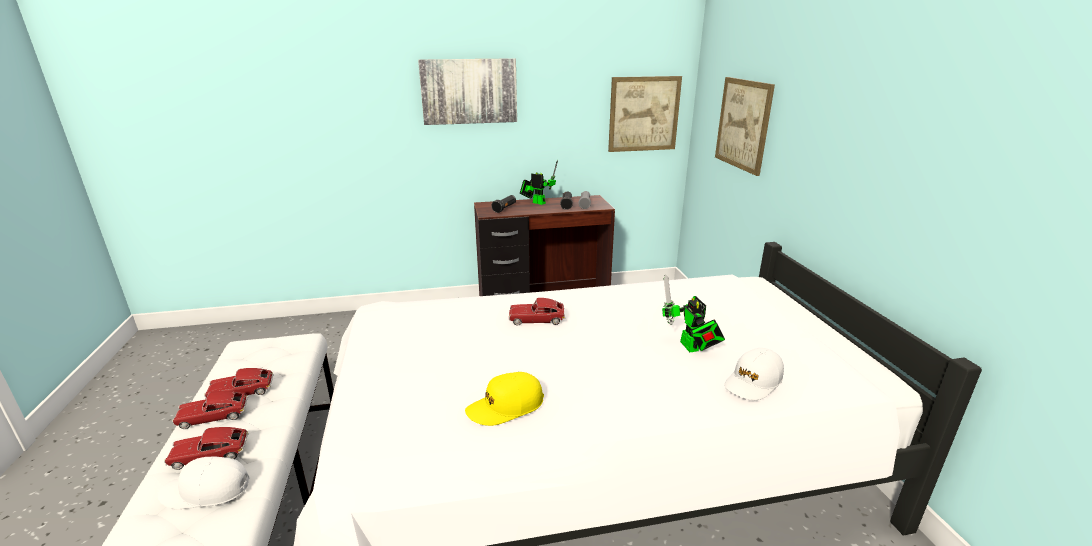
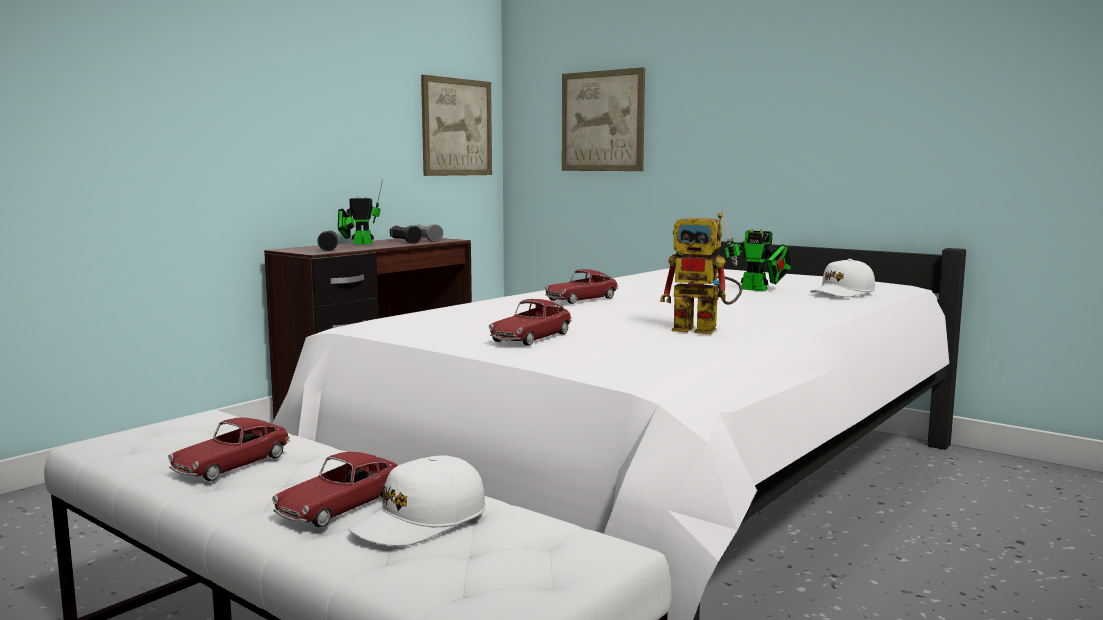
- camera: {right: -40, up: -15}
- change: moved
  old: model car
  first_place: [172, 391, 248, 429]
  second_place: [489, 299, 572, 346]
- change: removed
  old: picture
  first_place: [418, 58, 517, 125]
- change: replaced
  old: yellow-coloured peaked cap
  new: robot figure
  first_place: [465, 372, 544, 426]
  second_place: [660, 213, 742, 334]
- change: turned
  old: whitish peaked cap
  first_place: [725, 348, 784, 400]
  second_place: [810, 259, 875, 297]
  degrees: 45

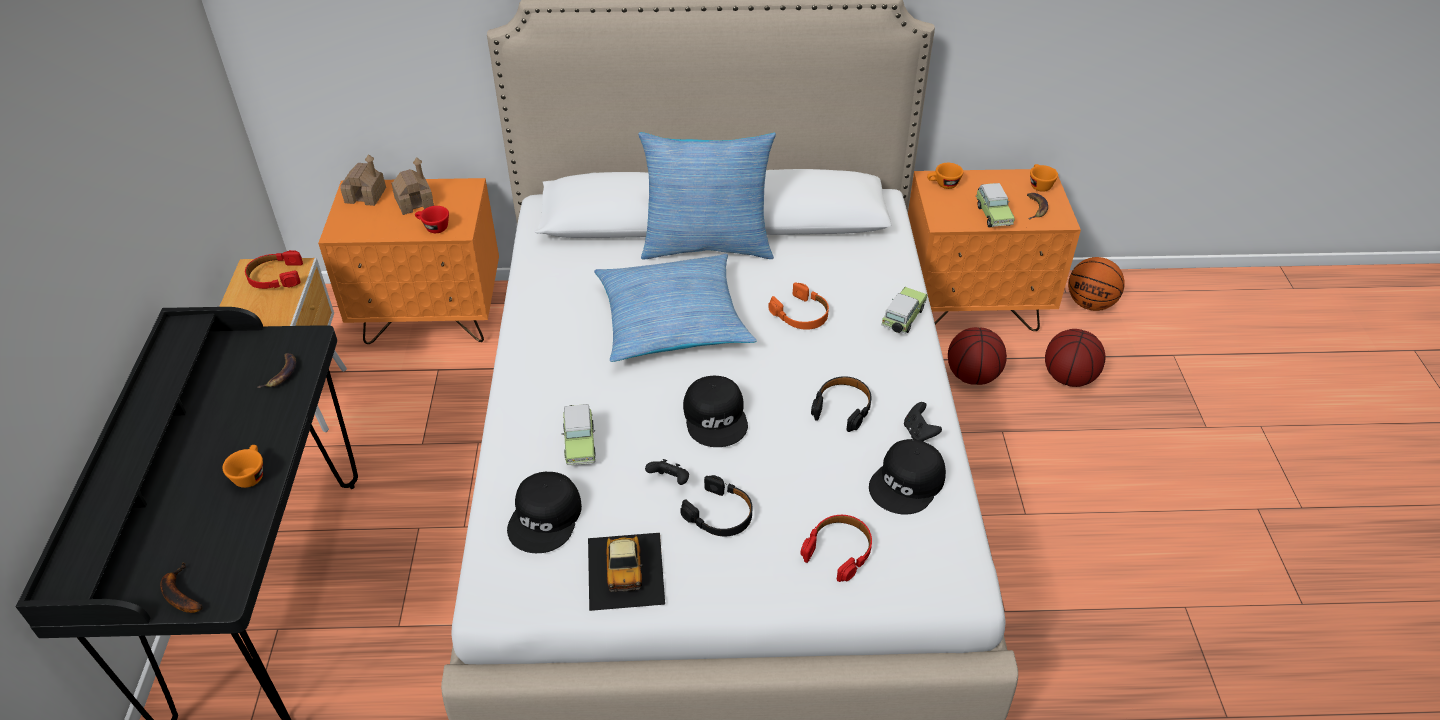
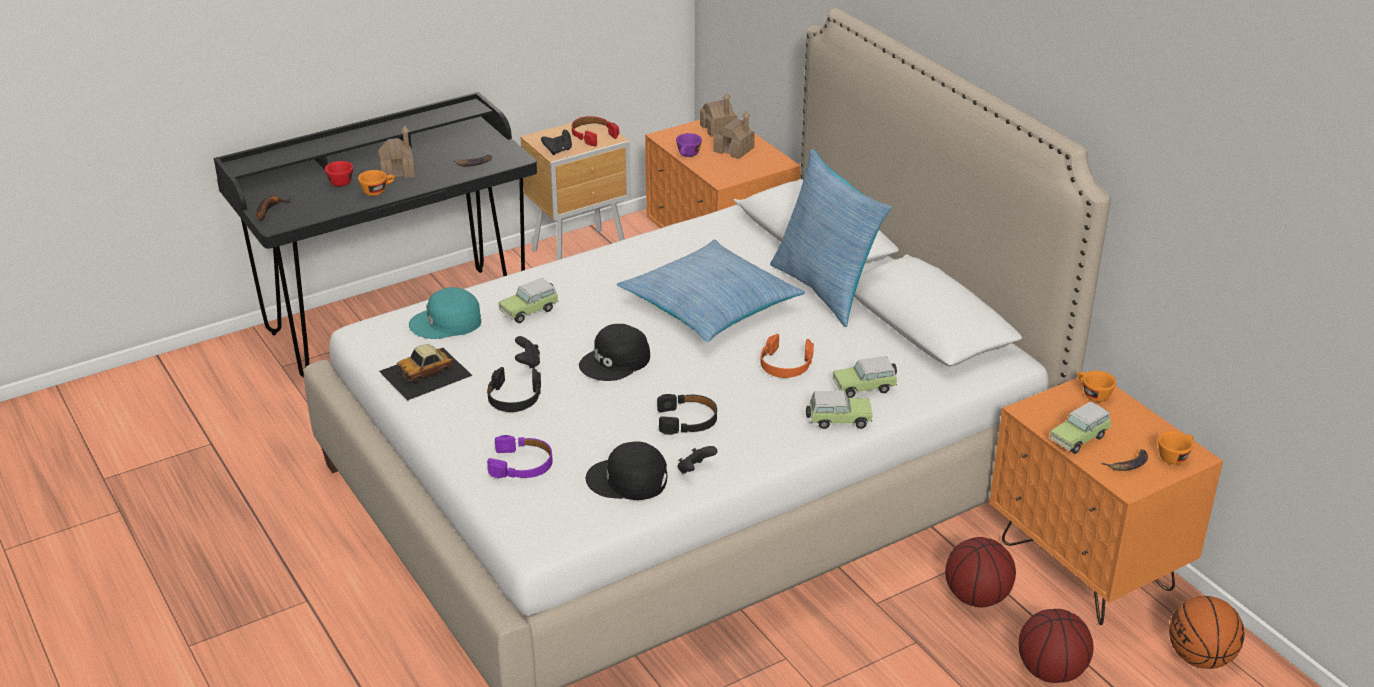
- camera: {right: 60, up: -10}
- change: moved
  old: reddish small cup
  first_place: [415, 206, 449, 233]
  second_place: [325, 161, 353, 187]
- change: recoloured
  old: black peaked cap
  new: turquoise peaked cap
  first_place: [507, 472, 582, 553]
  second_place: [409, 287, 481, 339]
- change: recoloured
  old: reddish headset
  new: purplish headset
  first_place: [801, 515, 872, 582]
  second_place: [487, 435, 553, 478]
- change: added
  new: model house
  second_place: [378, 126, 415, 180]
- change: added
  new: black gamepad
  second_place: [541, 129, 572, 155]
- change: added
  new: purplish small cup
  second_place: [676, 133, 702, 157]
- change: added
  new: model car
  second_place: [833, 356, 897, 398]

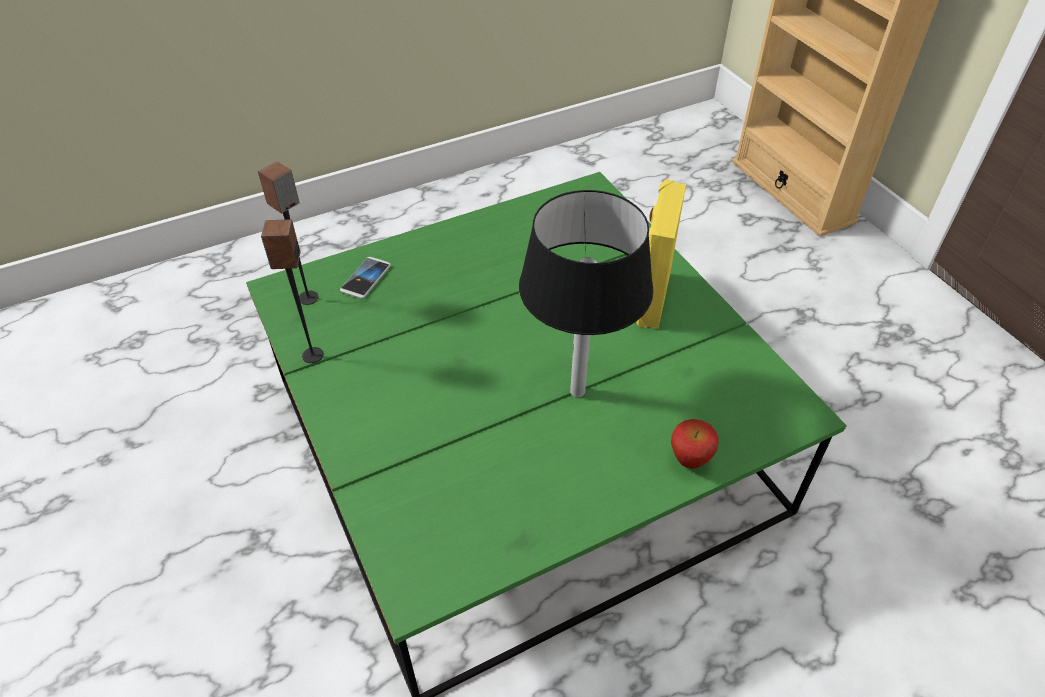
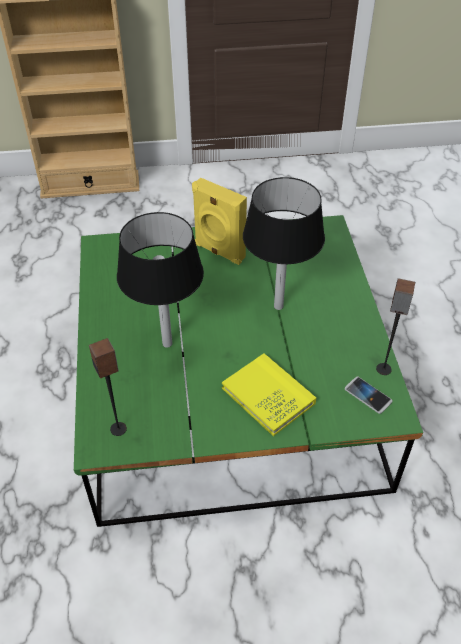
- camera: {right: -70, up: 0}
- change: moved
  old: loudspeaker
  first_place: [261, 219, 324, 363]
  second_place: [376, 278, 415, 375]
- change: moved
  old: phone
  first_place: [340, 257, 391, 299]
  second_place: [345, 376, 392, 414]
- change: removed
  old: apple
  first_place: [671, 419, 719, 469]
- change: added
  new: black lamp for a table
  second_place: [117, 212, 204, 348]
- change: added
  new: yellow-coloured bound book
  second_place: [222, 353, 316, 436]

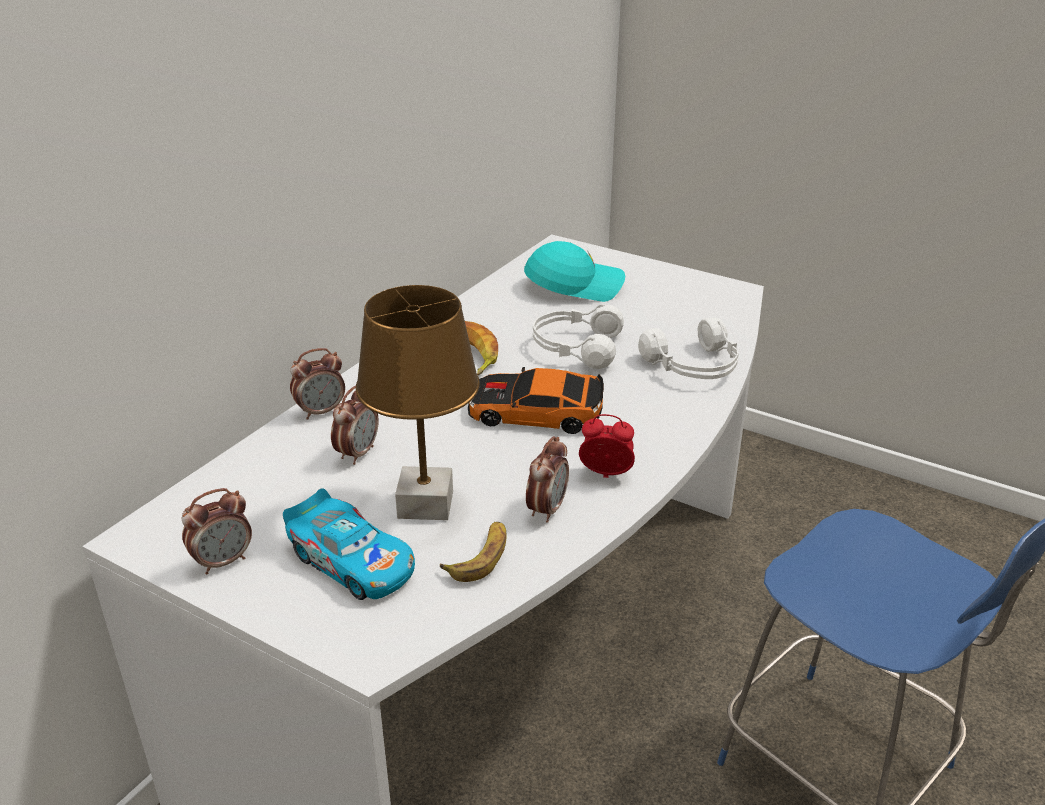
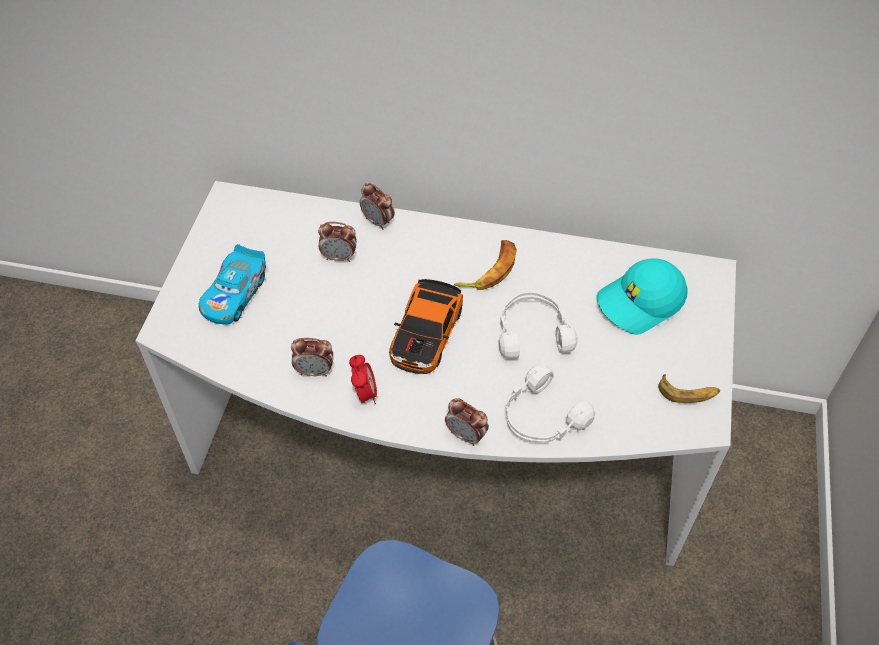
- camera: {right: 70, up: 20}
- change: moved
  old: table clock
  first_place: [182, 488, 252, 574]
  second_place: [445, 398, 489, 446]
- change: removed
  old: brownish lamp for a table
  first_place: [356, 285, 480, 520]
- change: moved
  old: banana fruit
  first_place: [440, 522, 506, 582]
  second_place: [658, 374, 720, 403]
- change: turned
  old: model car
  first_place: [468, 367, 604, 434]
  second_place: [389, 279, 463, 374]
  degrees: -150
- change: turned
  old: turquoise peaked cap
  first_place: [524, 241, 625, 302]
  second_place: [596, 259, 688, 335]
  degrees: 90

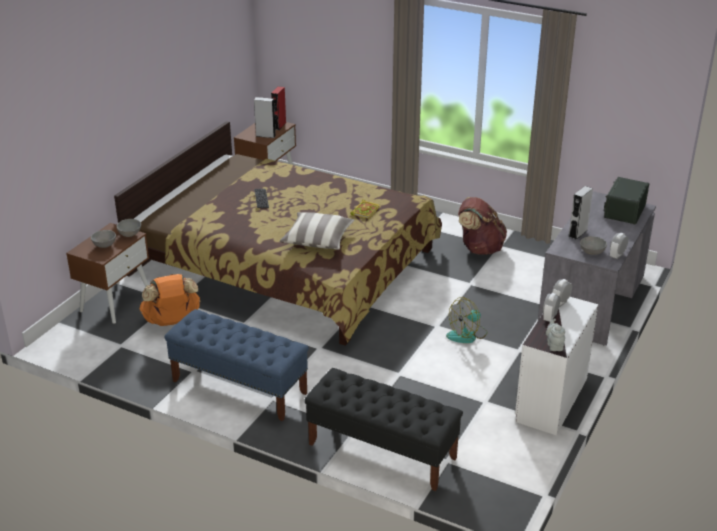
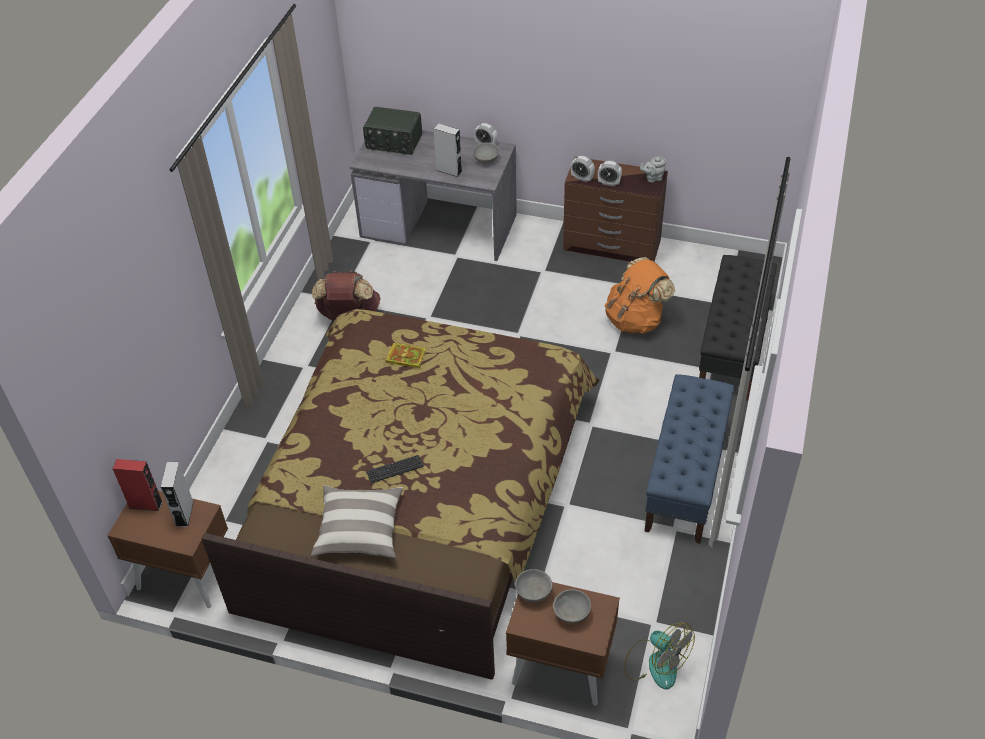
- camera: {right: -100, up: 15}
- change: moved
  old: orange rucksack
  first_place: [139, 274, 201, 326]
  second_place: [605, 257, 675, 334]
- change: moved
  old: pillow
  first_place: [280, 212, 354, 250]
  second_place: [311, 485, 403, 558]
- change: moved
  old: cooling fan
  first_place: [446, 297, 487, 343]
  second_place: [624, 623, 695, 689]
- change: recoloured
  old: whitish drawer chest
  new: brownish drawer chest
  first_place: [515, 297, 598, 435]
  second_place: [563, 157, 668, 262]

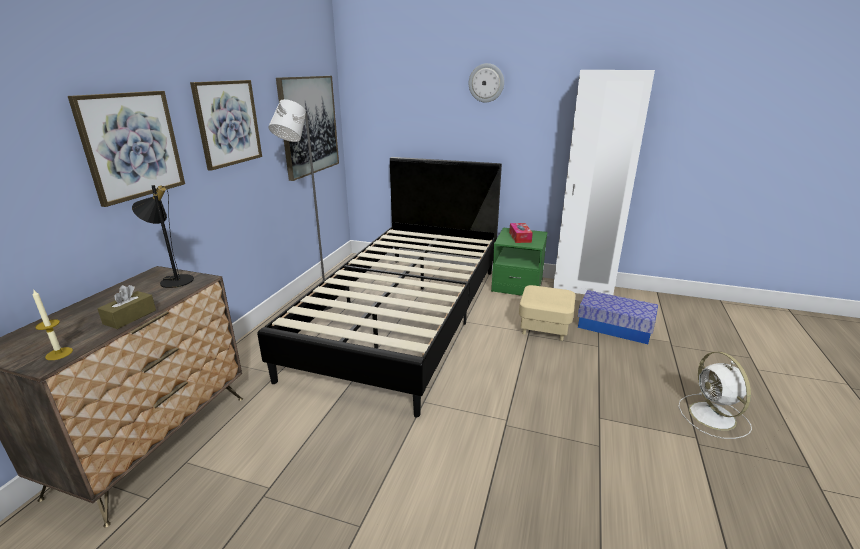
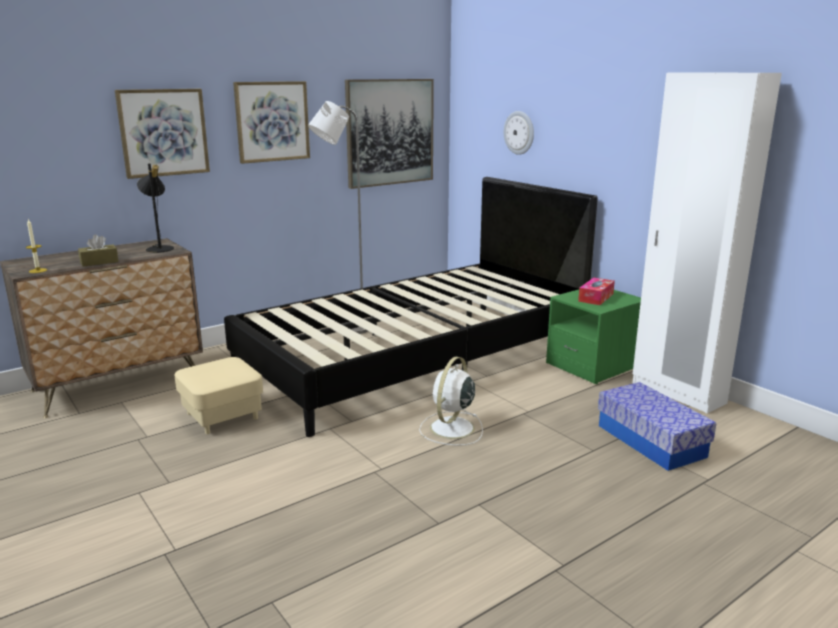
- camera: {right: 35, up: -5}
- change: moved
  old: clock on the wall
  first_place: [469, 63, 504, 102]
  second_place: [504, 111, 534, 155]
- change: moved
  old: sand-coloured ottoman
  first_place: [519, 285, 575, 341]
  second_place: [174, 357, 263, 434]
- change: moved
  old: whitish cooling fan
  first_place: [678, 352, 752, 439]
  second_place: [419, 357, 483, 446]

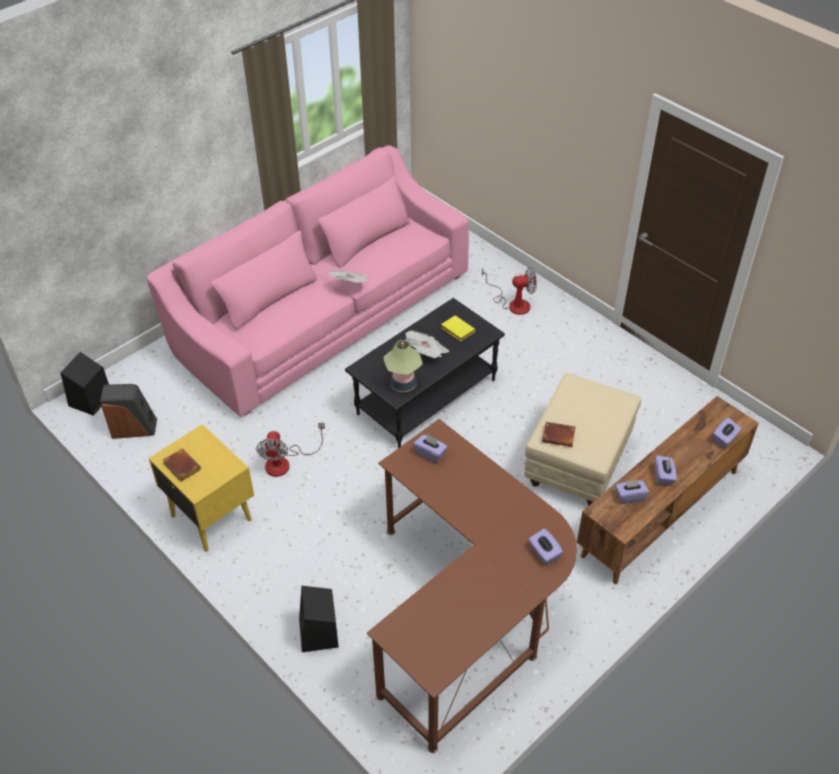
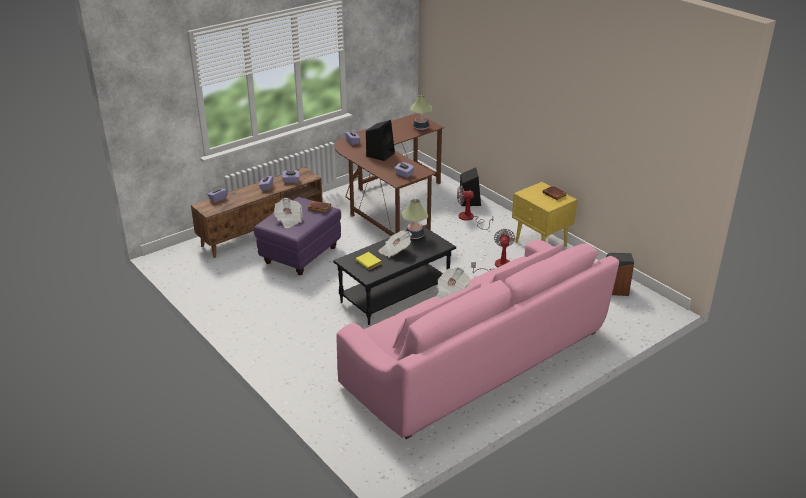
- camera: {right: -175, up: -15}
- change: moved
  old: black loudspeaker
  first_place: [61, 352, 109, 416]
  second_place: [366, 120, 395, 161]
- change: moved
  old: cooling fan
  first_place: [482, 267, 537, 315]
  second_place: [457, 186, 493, 230]
- change: recoloured
  old: sand-coloured ottoman
  new: purplish ottoman
  first_place: [525, 373, 641, 505]
  second_place: [254, 197, 341, 275]
- change: added
  new: daily paper
  second_place: [274, 198, 302, 228]
- change: added
  new: lamp for a table
  second_place: [410, 95, 432, 130]

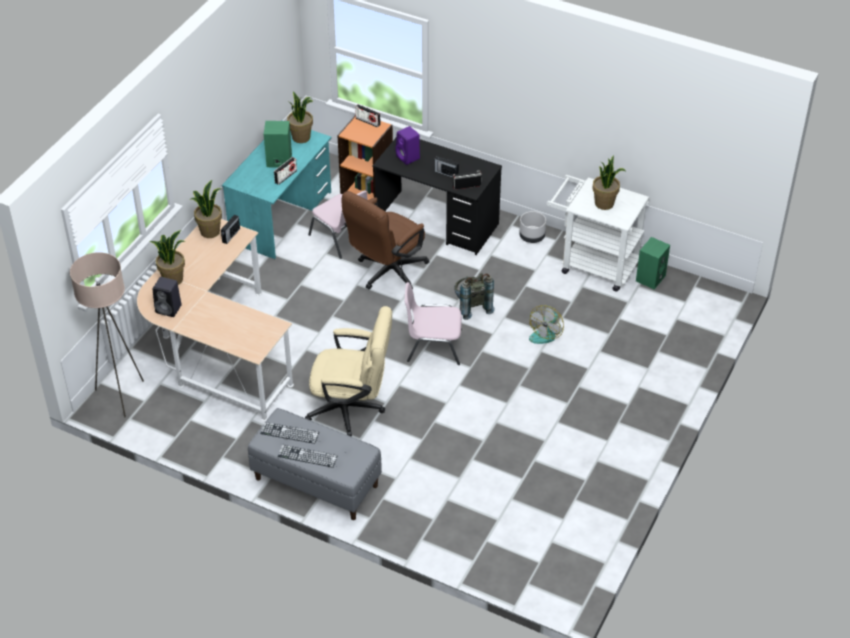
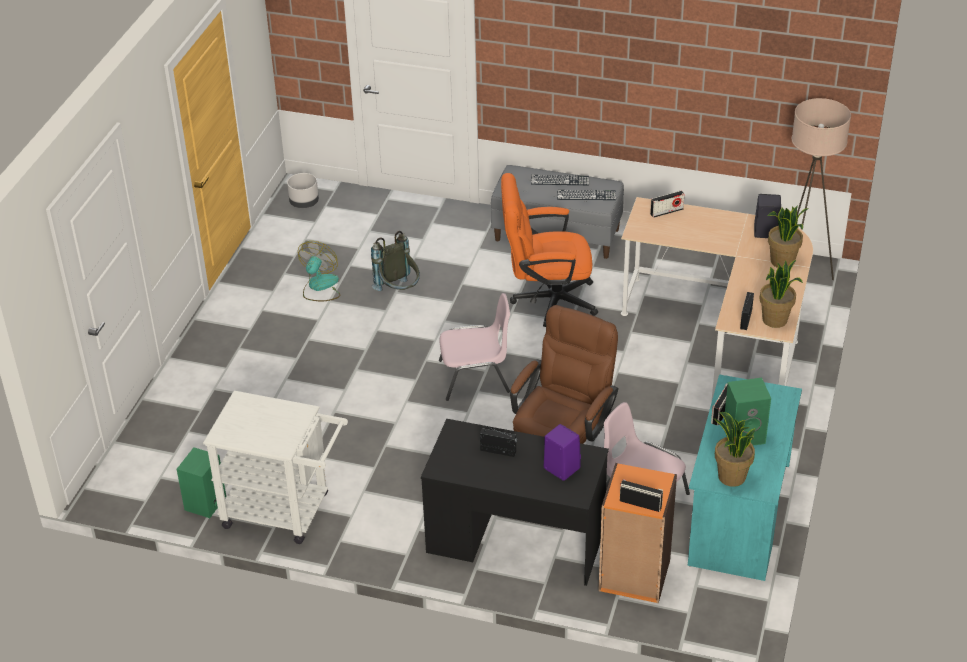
- camera: {right: 170, up: -5}
- change: recoloured
  old: sand-coloured computer chair
  new: orange computer chair
  first_place: [305, 306, 392, 436]
  second_place: [501, 173, 598, 327]
- change: moved
  old: radio receiver
  first_place: [453, 171, 481, 190]
  second_place: [650, 191, 685, 218]
- change: moved
  old: gray rucksack
  first_place: [454, 273, 495, 320]
  second_place: [371, 231, 420, 291]
- change: moved
  old: gray plant pot
  first_place: [519, 211, 546, 243]
  second_place: [287, 173, 319, 208]
- change: moved
  old: cooling fan
  first_place: [529, 305, 564, 344]
  second_place: [298, 241, 340, 301]
- change: removed
  old: potted plant
  first_place: [592, 156, 626, 210]

